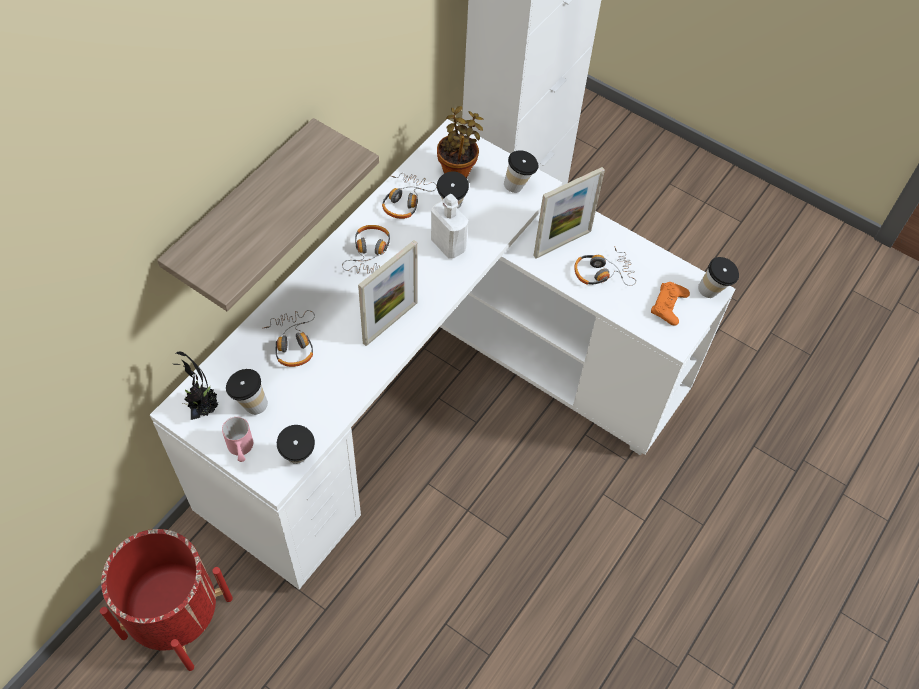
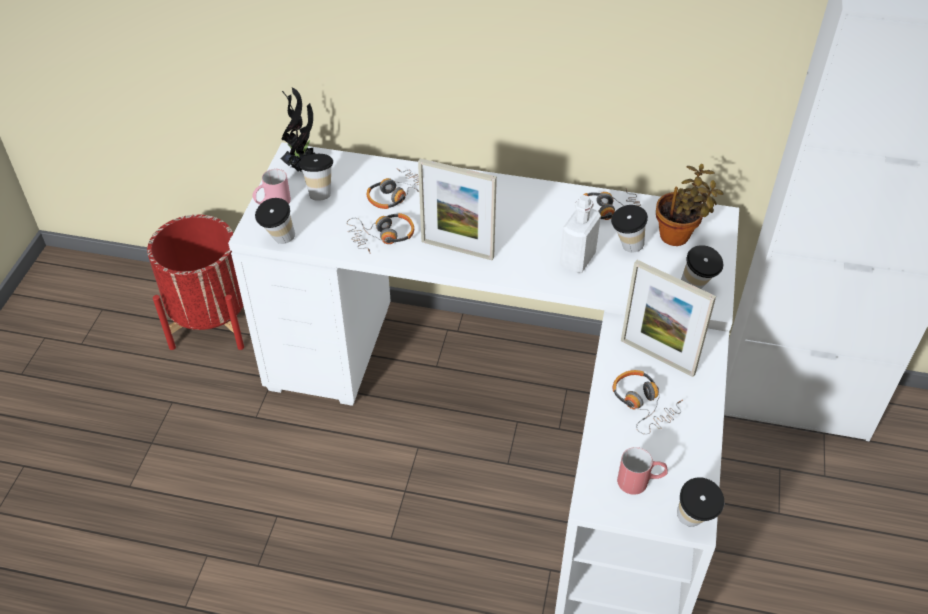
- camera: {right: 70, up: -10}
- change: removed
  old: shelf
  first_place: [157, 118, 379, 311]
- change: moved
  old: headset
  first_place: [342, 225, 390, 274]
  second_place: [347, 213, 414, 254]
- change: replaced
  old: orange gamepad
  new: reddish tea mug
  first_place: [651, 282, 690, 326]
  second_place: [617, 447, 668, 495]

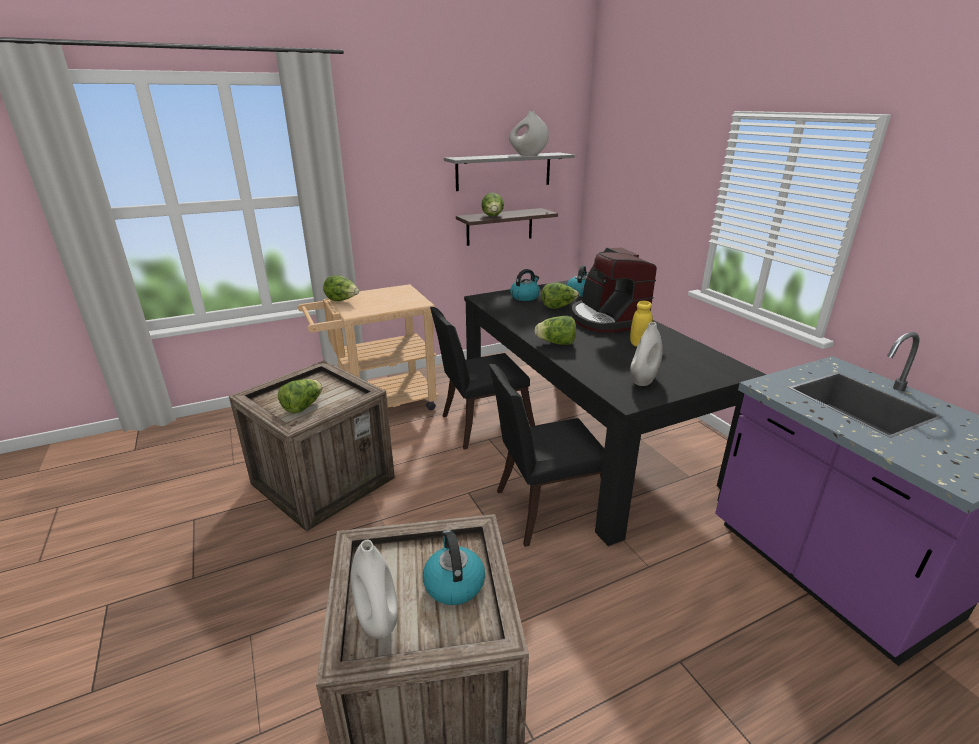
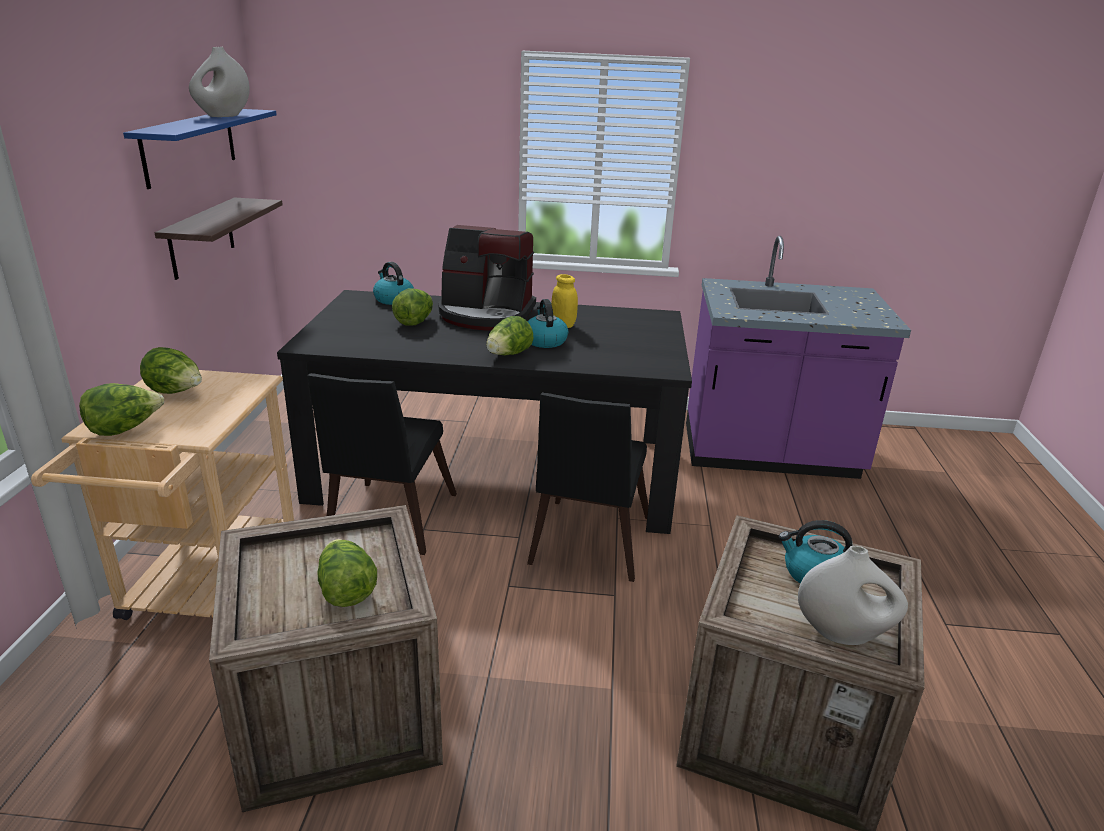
- camera: {right: -60, up: 0}
- change: recoloured
  old: gray shelf
  new: blue shelf
  first_place: [444, 152, 575, 191]
  second_place: [123, 109, 277, 189]
- change: moved
  old: lettuce head
  first_place: [481, 192, 504, 216]
  second_place: [140, 347, 202, 394]
- change: moved
  old: tea kettle
  first_place: [510, 269, 540, 301]
  second_place: [527, 299, 568, 348]
- change: removed
  old: whitish flower vase
  first_place: [630, 322, 663, 386]

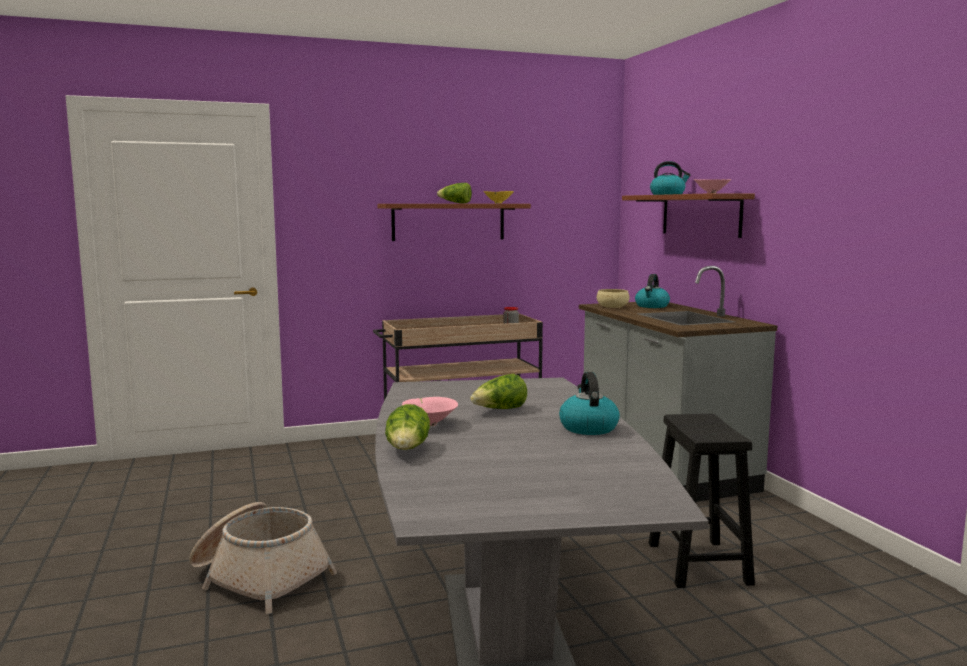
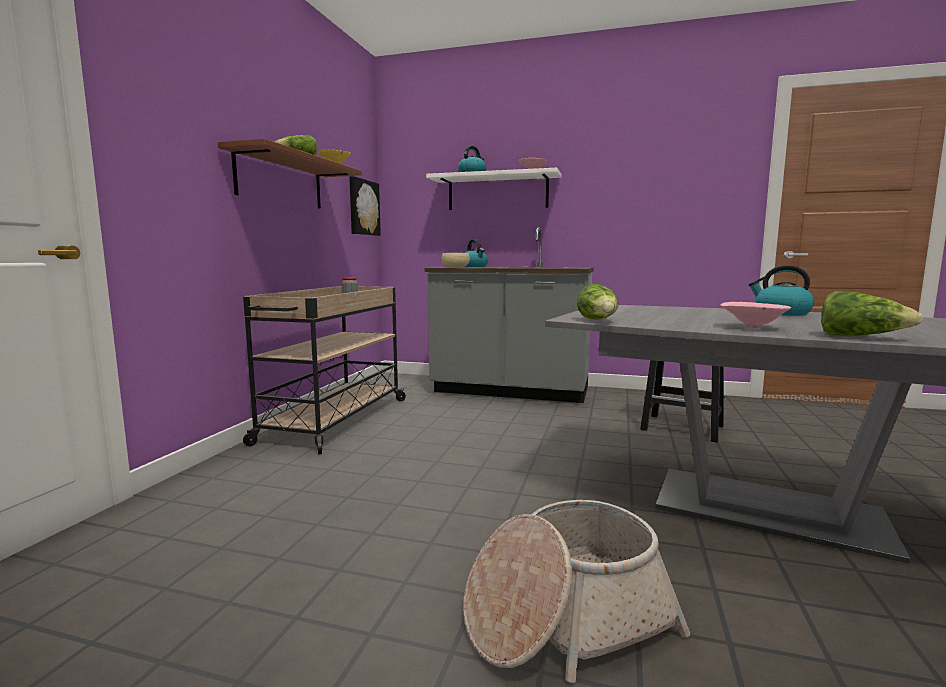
- camera: {right: -55, up: 0}
- change: moved
  old: lettuce head
  first_place: [470, 374, 527, 409]
  second_place: [577, 284, 619, 320]
- change: recoloured
  old: brownish shelf
  new: whitish shelf
  first_place: [622, 193, 755, 238]
  second_place: [426, 168, 561, 210]
- change: added
  new: picture
  second_place: [349, 176, 381, 236]

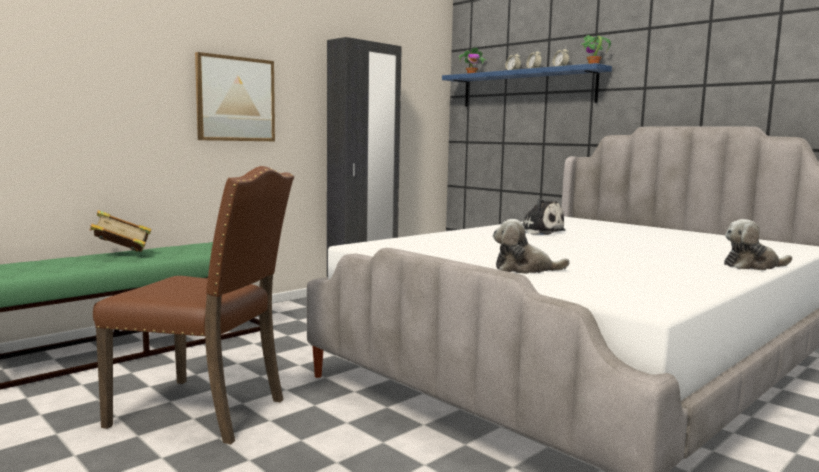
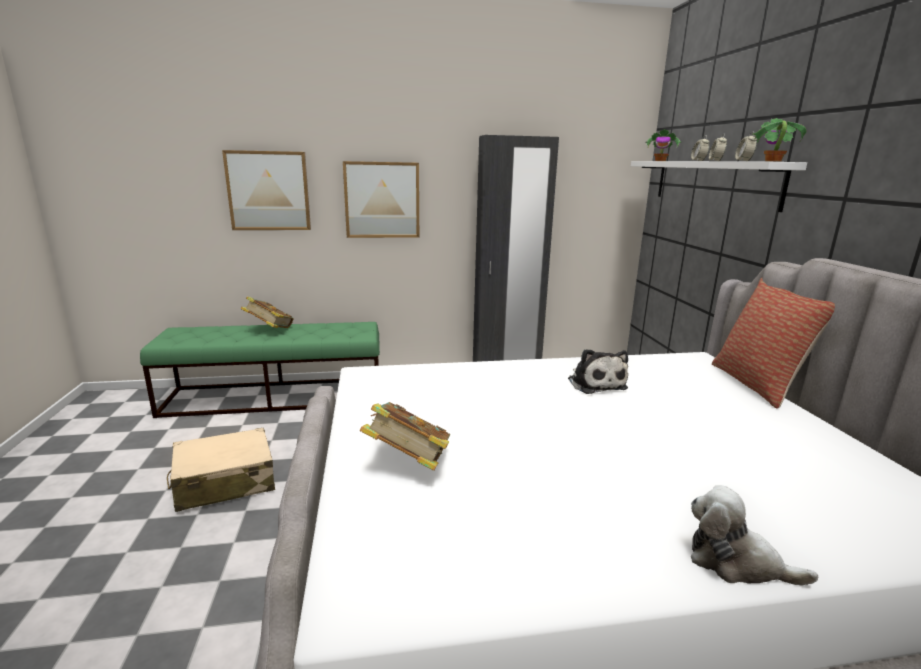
- camera: {right: 35, up: 10}
- change: replaced
  old: brownish chair
  new: sand-coloured travel case
  first_place: [93, 166, 294, 444]
  second_place: [167, 428, 275, 512]
- change: recoloured
  old: blue shelf
  new: whitish shelf
  first_place: [442, 63, 612, 107]
  second_place: [631, 161, 807, 212]
- change: replaced
  old: plush toy
  new: bound book
  first_place: [493, 219, 570, 274]
  second_place: [360, 402, 450, 471]
- change: added
  new: picture
  second_place: [222, 150, 311, 230]
- change: added
  new: pillow
  second_place: [712, 278, 835, 409]

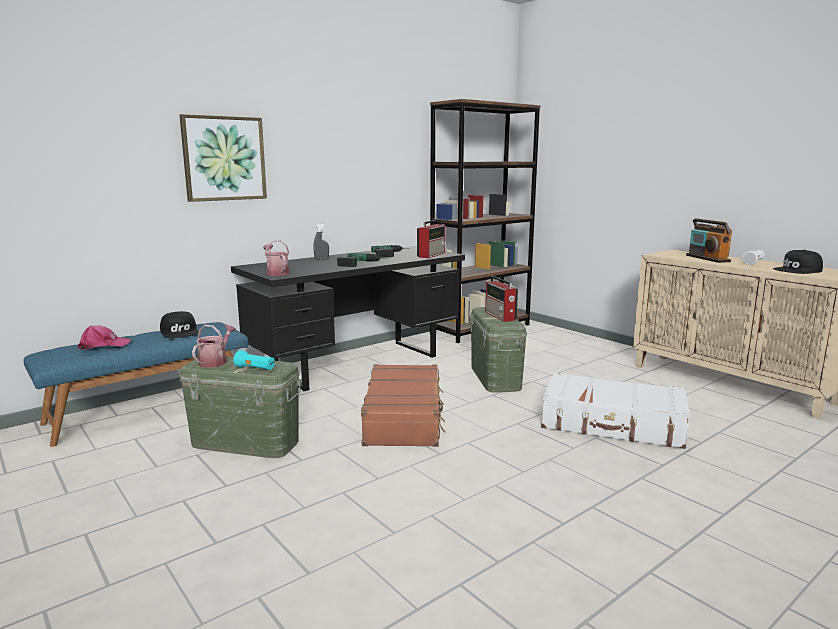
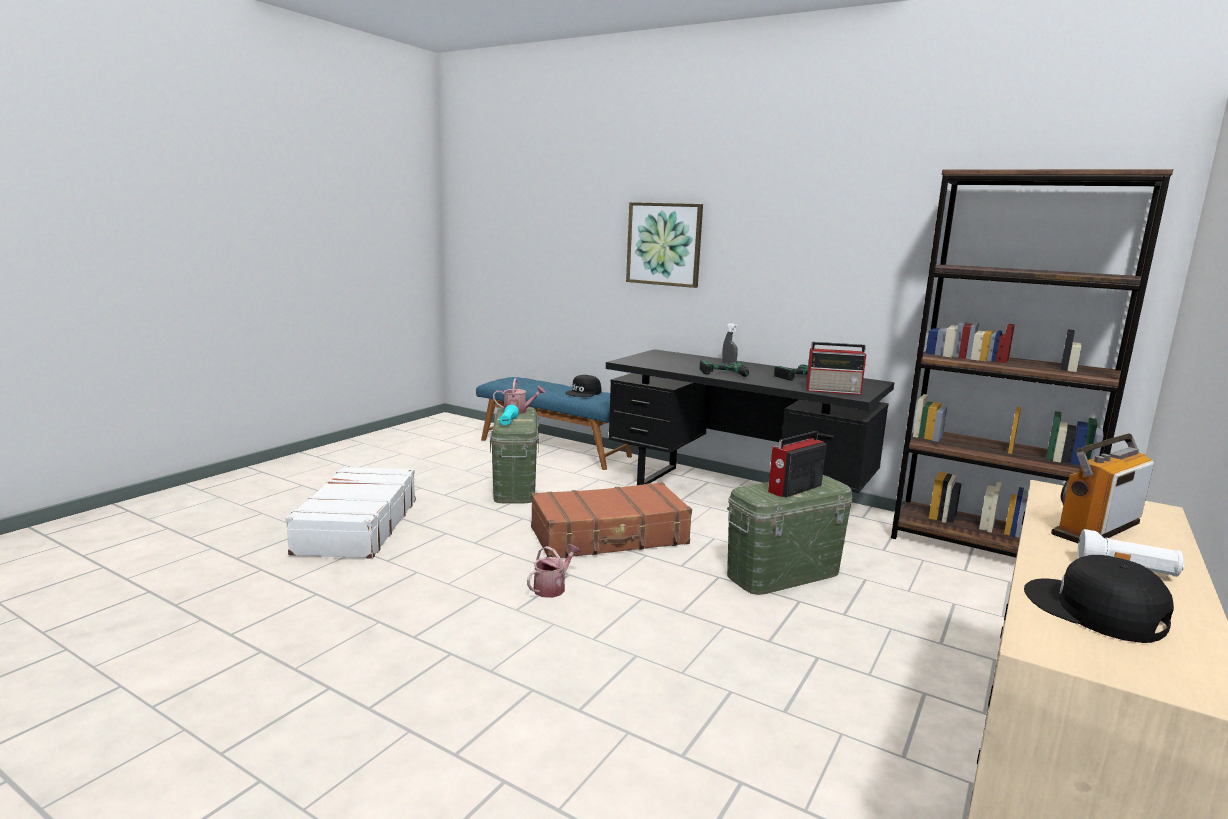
- camera: {right: 70, up: 0}
- change: removed
  old: pinkish peaked cap
  first_place: [77, 325, 131, 350]
- change: moved
  old: watering can
  first_place: [263, 240, 289, 276]
  second_place: [527, 544, 580, 598]
- change: moved
  old: whitish travel case
  first_place: [541, 372, 690, 449]
  second_place: [285, 466, 416, 559]

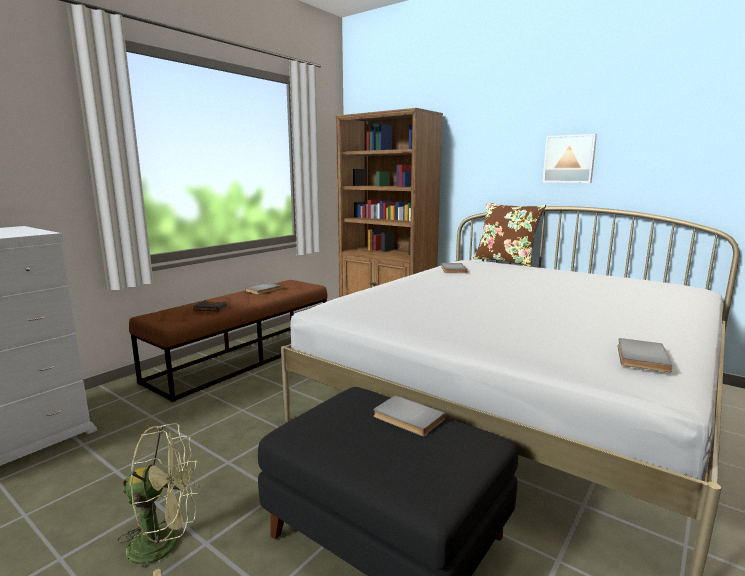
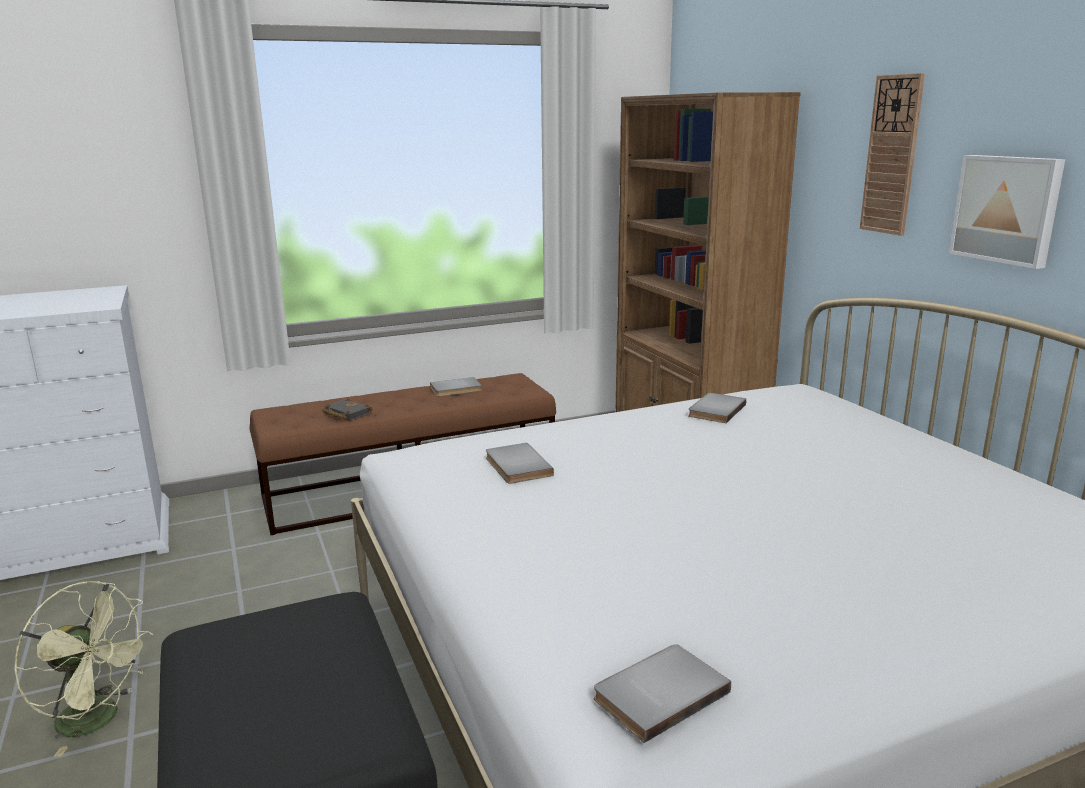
- camera: {right: 30, up: 5}
- change: moved
  old: gray bound book
  first_place: [373, 395, 446, 436]
  second_place: [486, 443, 554, 484]
- change: removed
  old: brownish pillow
  first_place: [473, 202, 546, 267]
- change: added
  new: clock on the wall
  second_place: [860, 73, 925, 236]

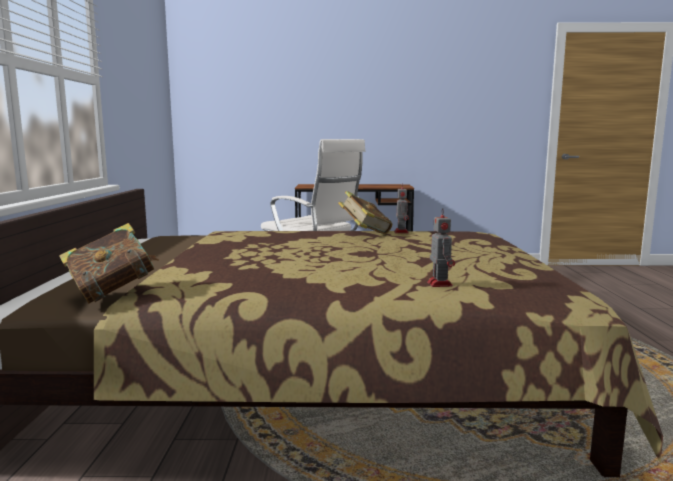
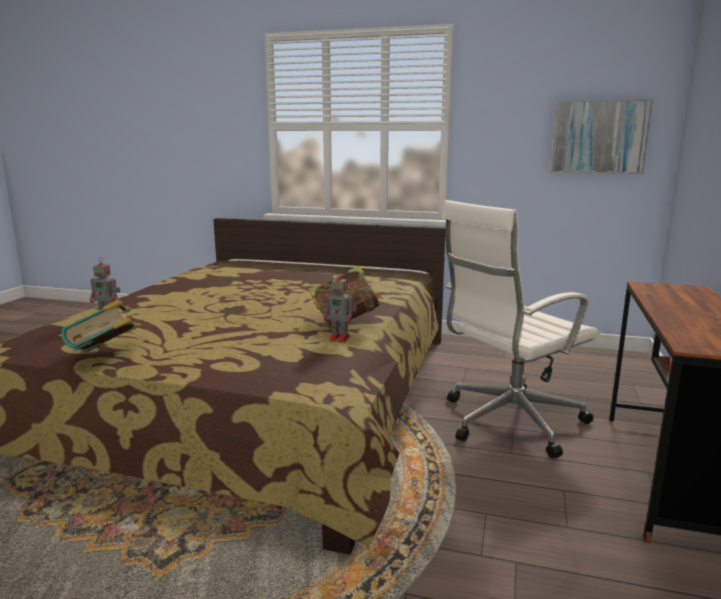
- camera: {right: 105, up: 5}
- change: moved
  old: bound book
  first_place: [59, 223, 159, 303]
  second_place: [62, 300, 139, 351]
- change: added
  new: picture
  second_place: [551, 99, 653, 174]

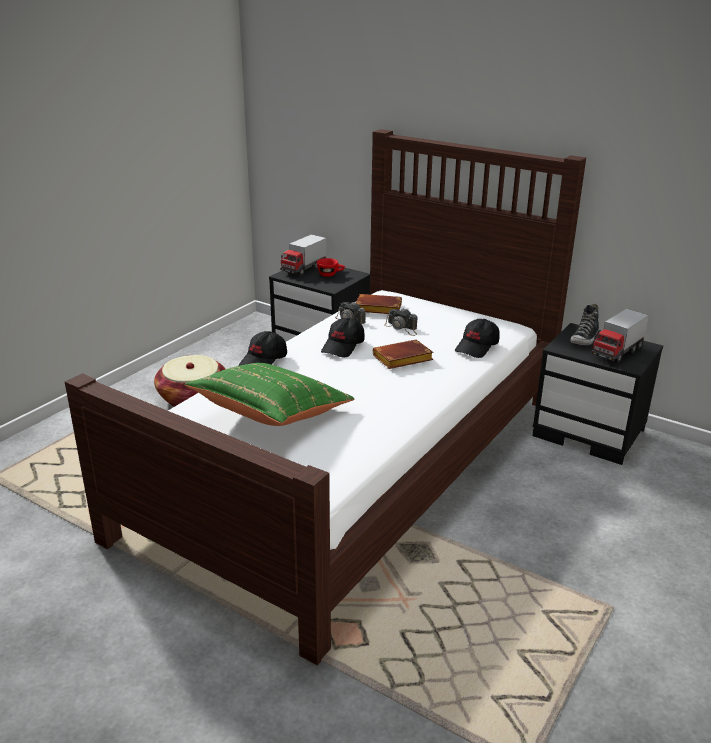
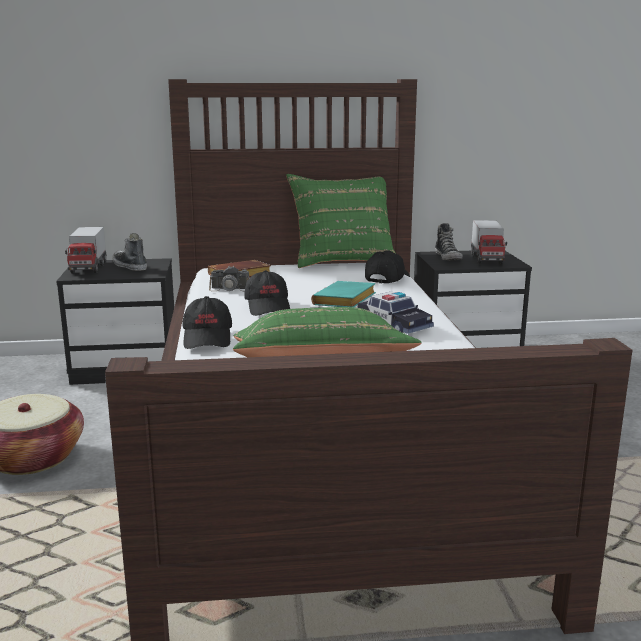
- camera: {right: -40, up: -10}
- change: replaced
  old: reddish small cup
  new: shoe
  first_place: [317, 258, 345, 277]
  second_place: [113, 233, 147, 271]
- change: recoloured
  old: brownish bound book
  new: turquoise bound book
  first_place: [373, 340, 433, 369]
  second_place: [311, 281, 376, 307]
- change: removed
  old: photo camera
  first_place: [384, 308, 418, 336]
- change: turned
  old: black peaked cap
  first_place: [455, 319, 500, 358]
  second_place: [365, 250, 410, 284]
  degrees: -150
- change: added
  new: green pillow
  second_place: [286, 174, 396, 268]
- change: added
  new: model car
  second_place: [358, 291, 434, 334]

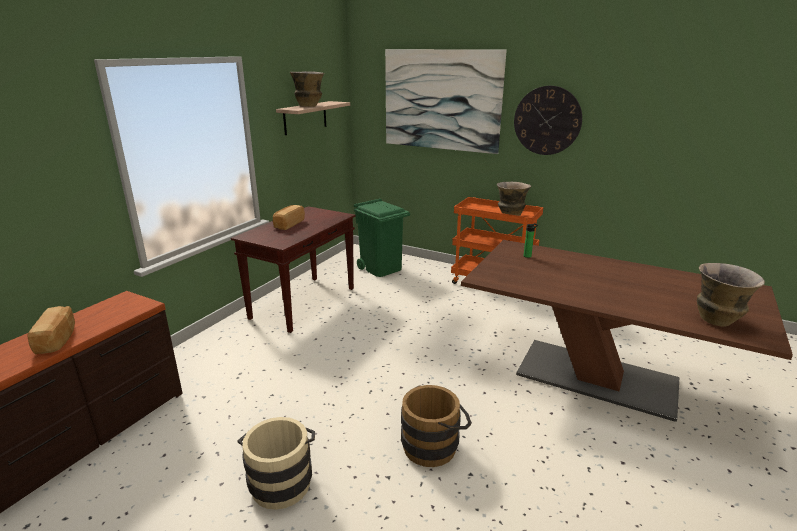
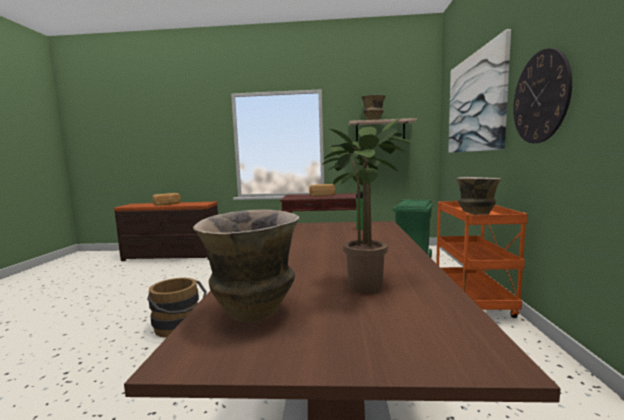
- camera: {right: 65, up: -15}
- change: removed
  old: sand-coloured water bucket
  first_place: [238, 417, 315, 510]
- change: added
  new: potted plant
  second_place: [322, 117, 413, 294]

